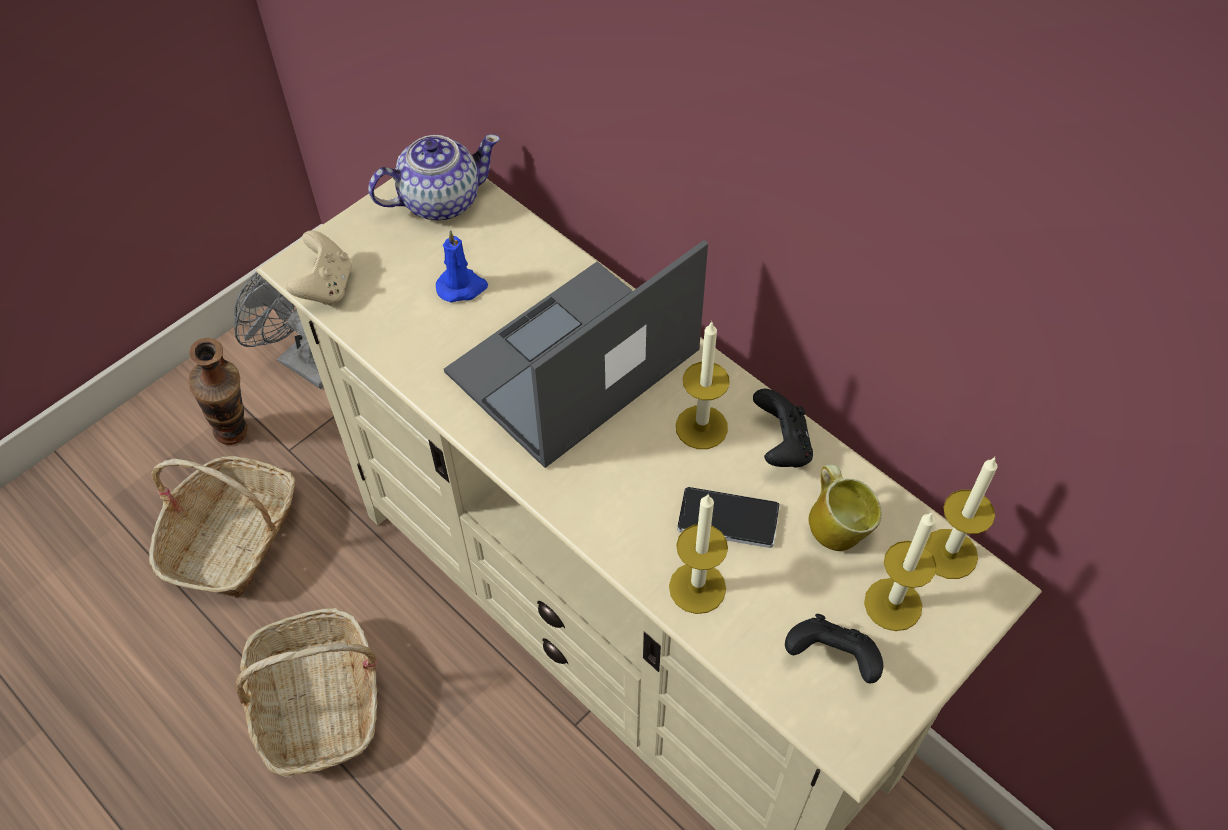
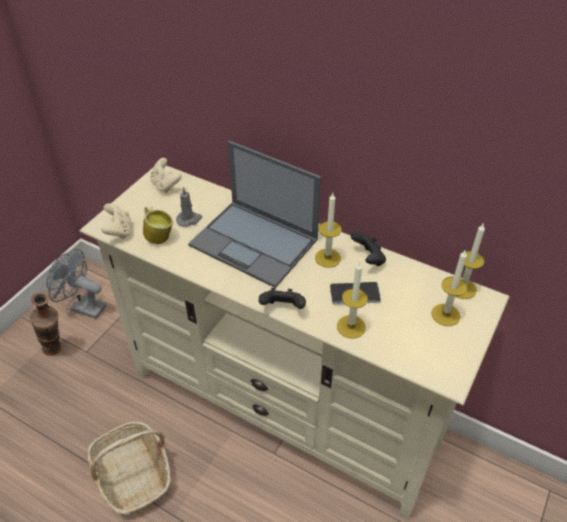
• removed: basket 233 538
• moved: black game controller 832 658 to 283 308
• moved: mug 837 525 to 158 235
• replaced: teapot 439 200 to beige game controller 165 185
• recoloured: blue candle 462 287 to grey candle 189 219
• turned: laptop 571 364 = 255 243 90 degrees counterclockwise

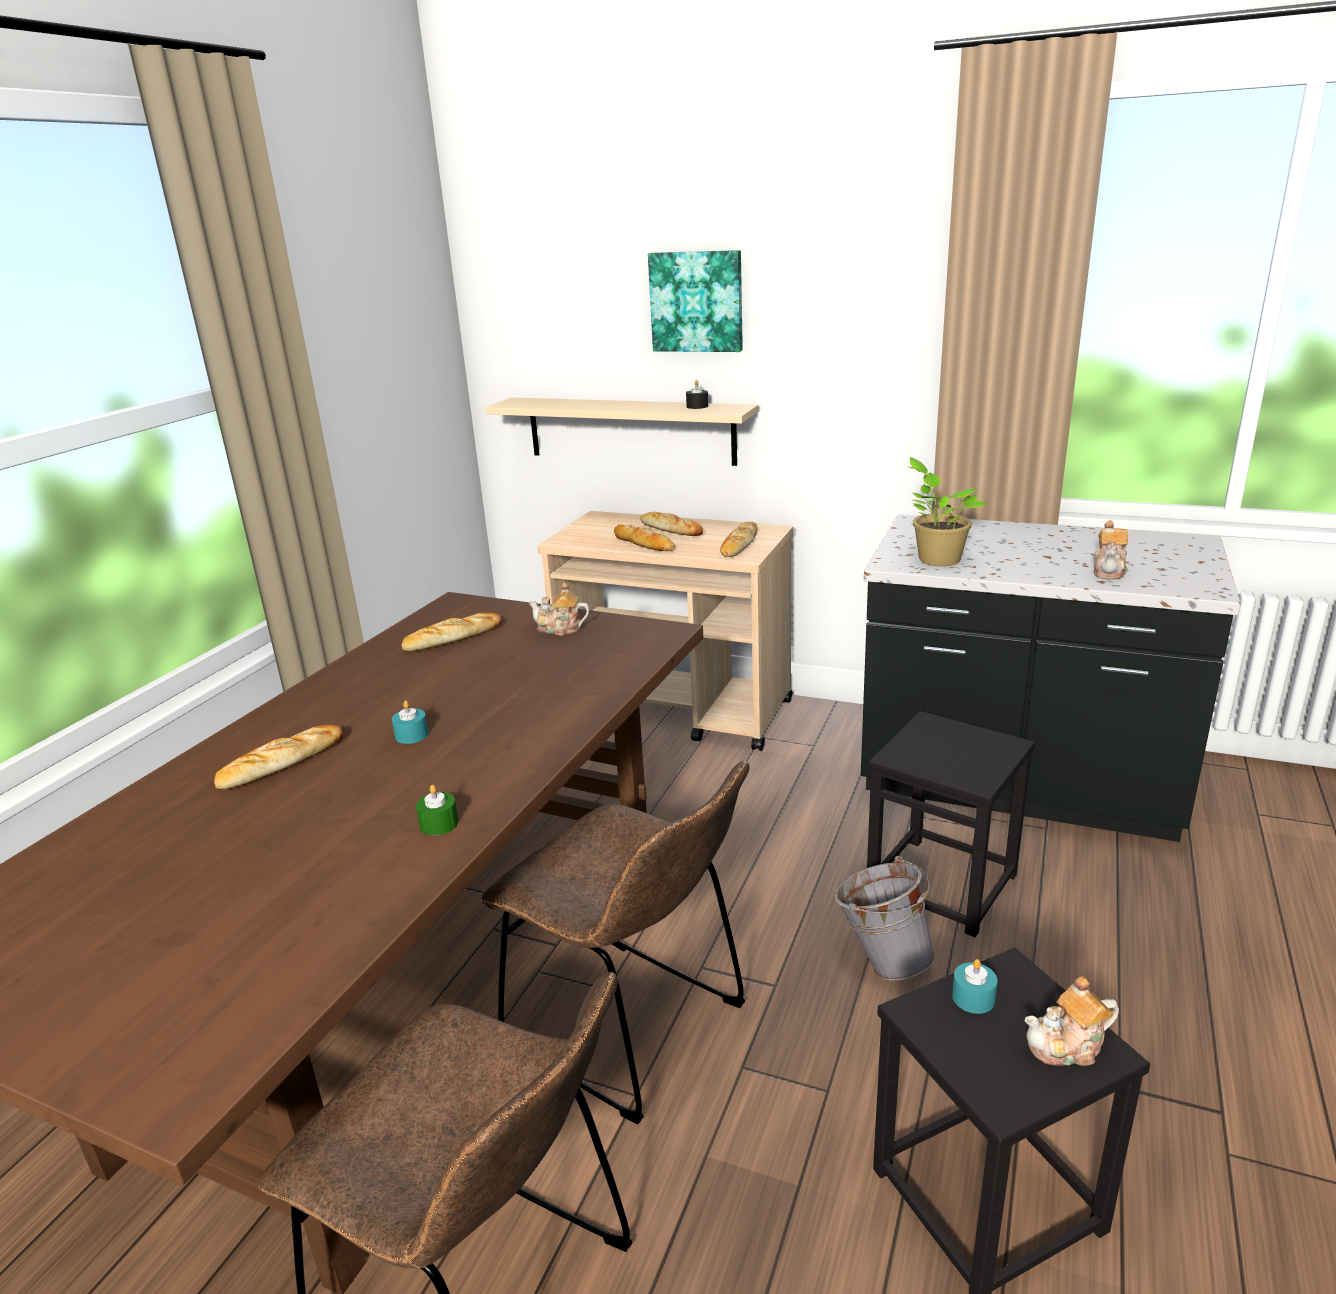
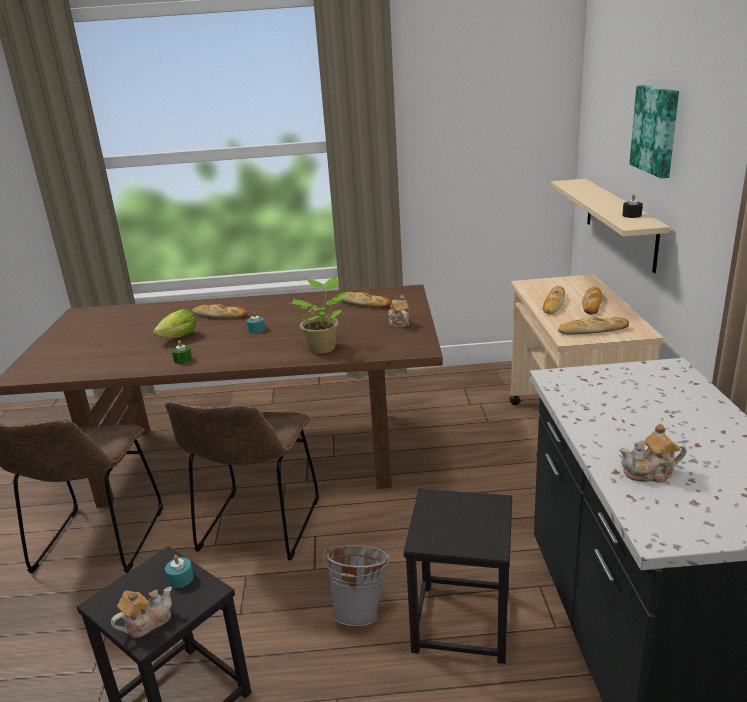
• added: lettuce 176 338
• moved: potted plant 936 559 to 323 347
• turned: teapot 1068 1047 = 146 622 90 degrees clockwise

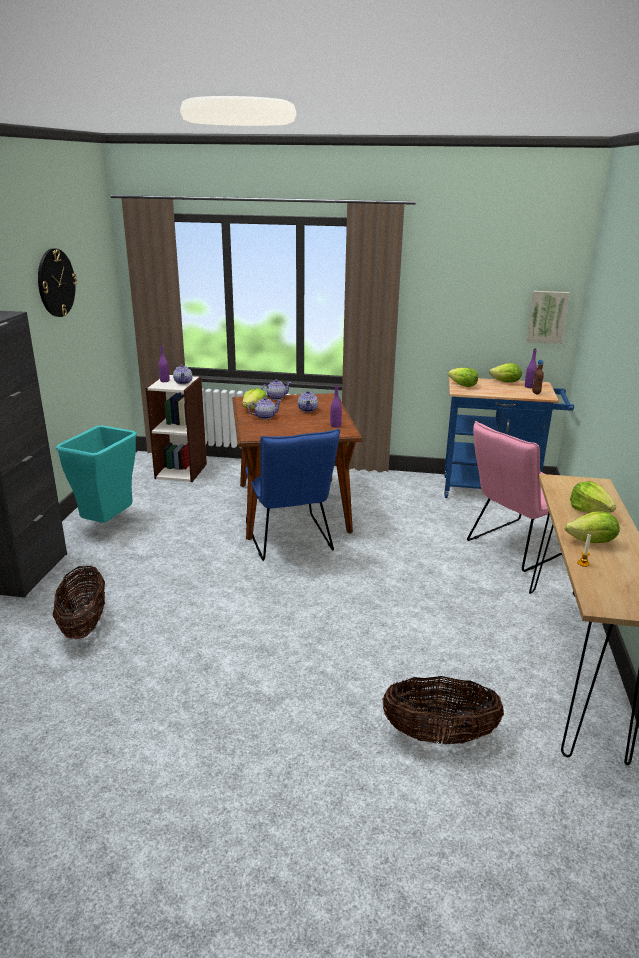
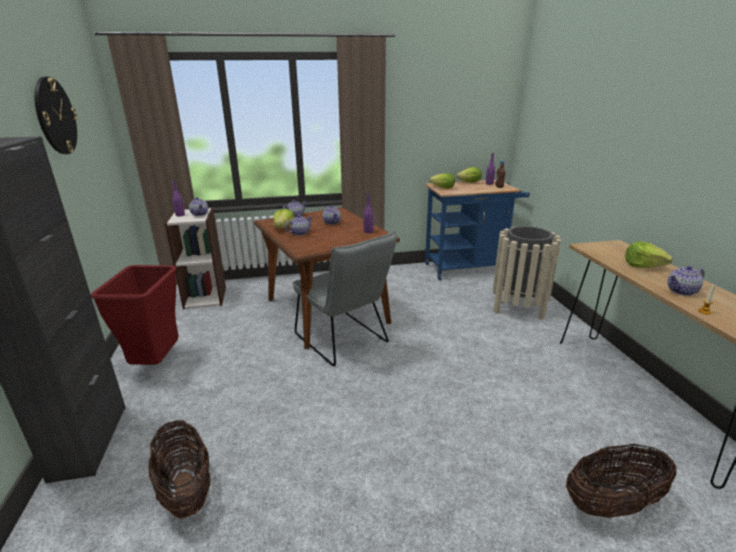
• removed: picture 547 316
• replaced: pink chair 515 547 to beige trash can 518 308
• replaced: lettuce 592 542 to teapot 682 291
• recoloured: turquoise trash can 108 523 to red trash can 157 363
• recoloured: blue chair 290 540 to grey chair 344 341

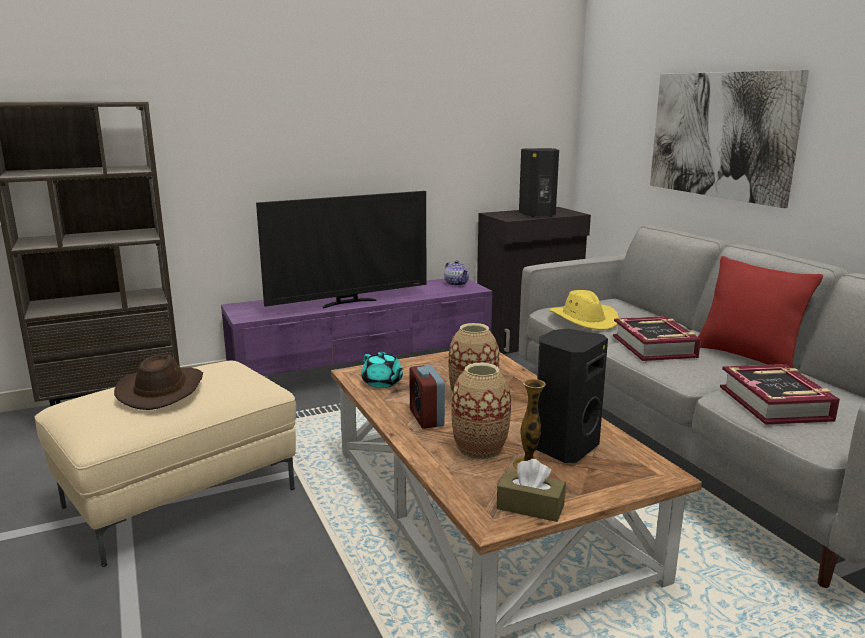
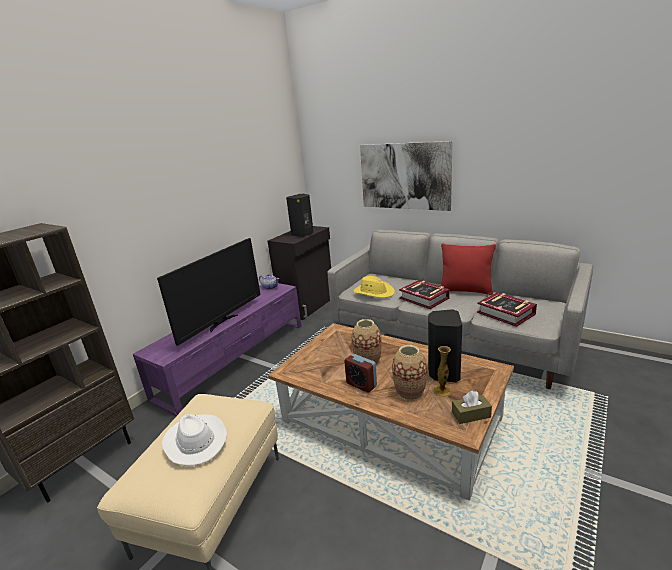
• removed: turquoise teapot 382 383
• recoloured: brown hat 161 390 to white hat 194 441

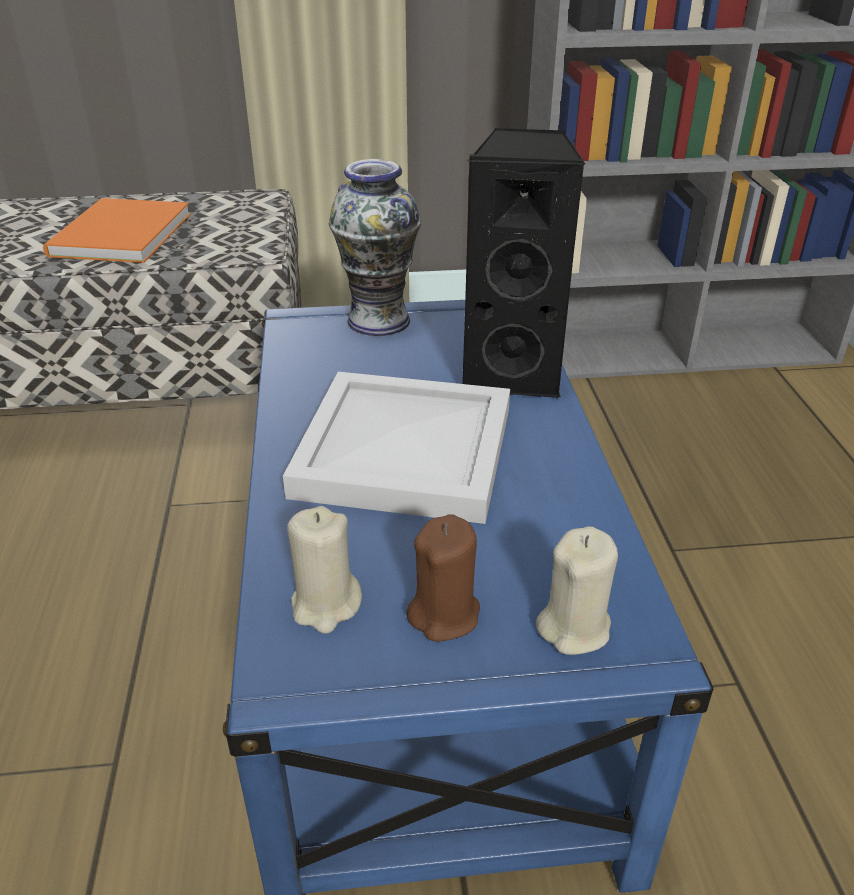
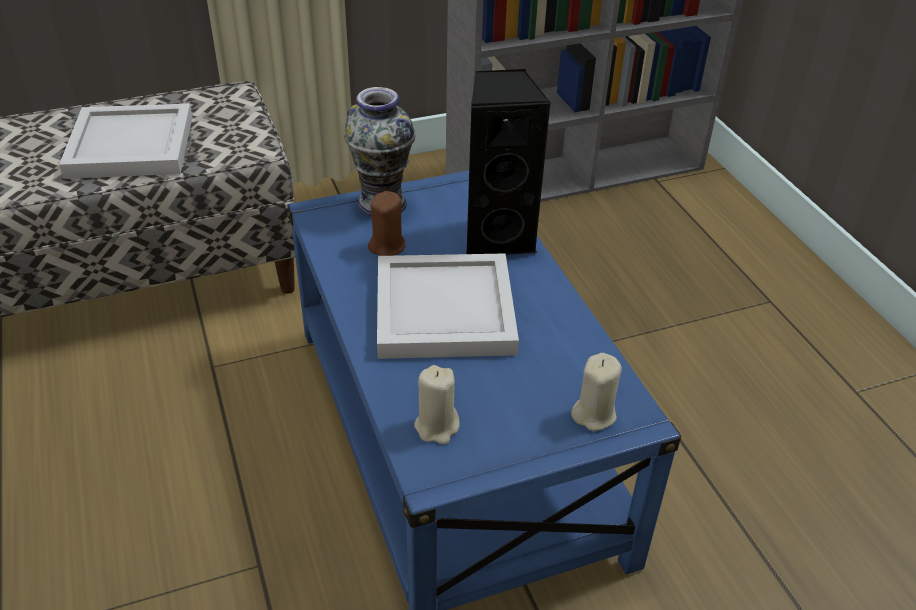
• moved: brown candle 444 615 to 387 246
• replaced: orange book 116 236 to white tray 129 147

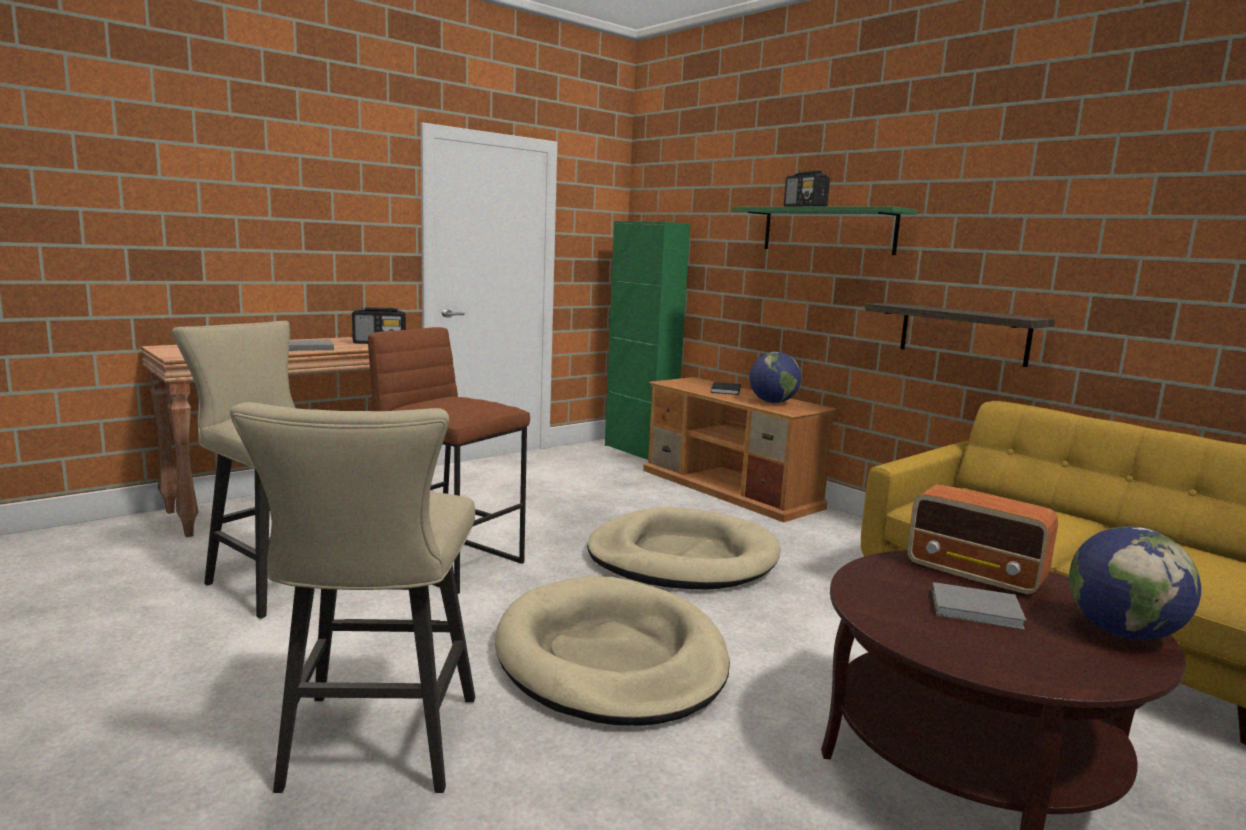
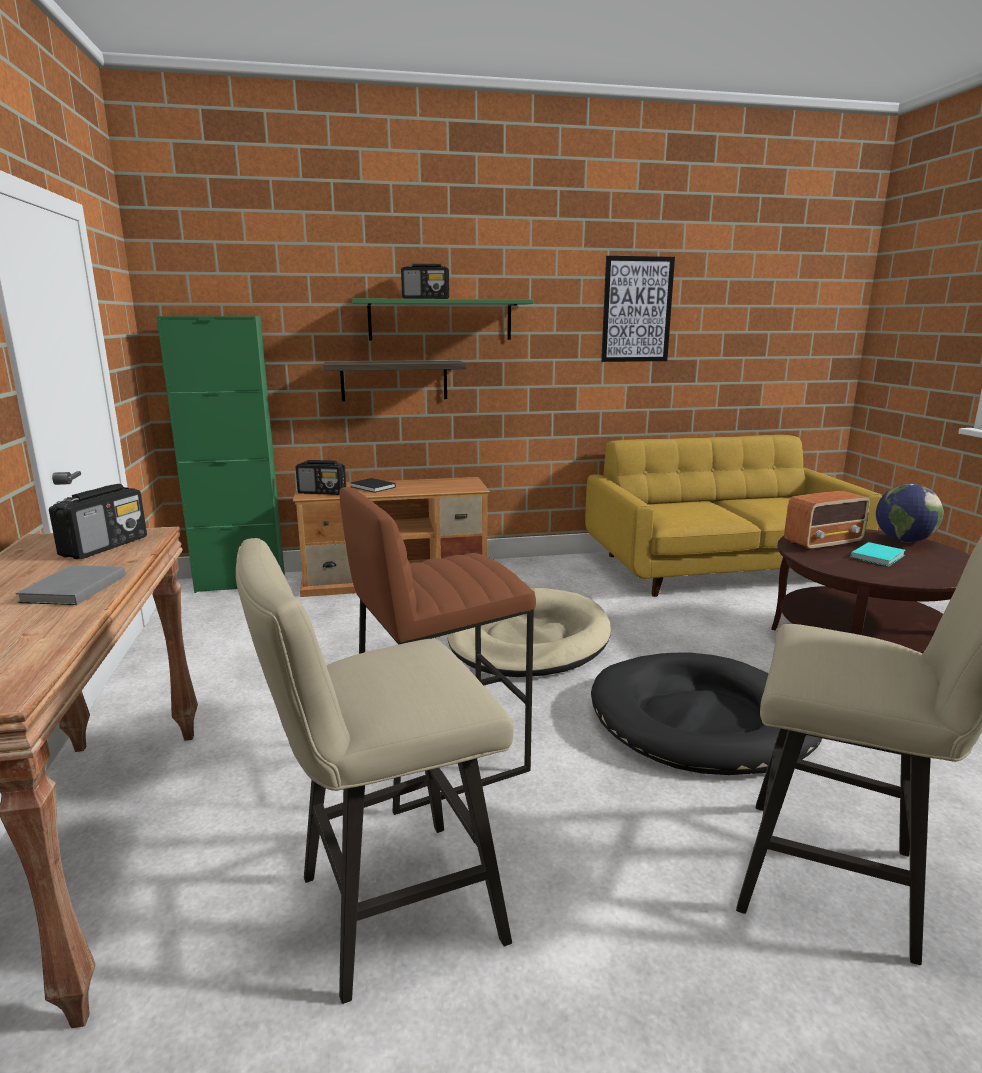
• removed: globe 772 402
• added: radio 322 492
• added: picture 637 310
• moved: shelf 963 334 to 394 380
• recoloured: beige dog bed 611 658 to black dog bed 701 720
• recoloured: grey book 978 610 to turquoise book 878 556

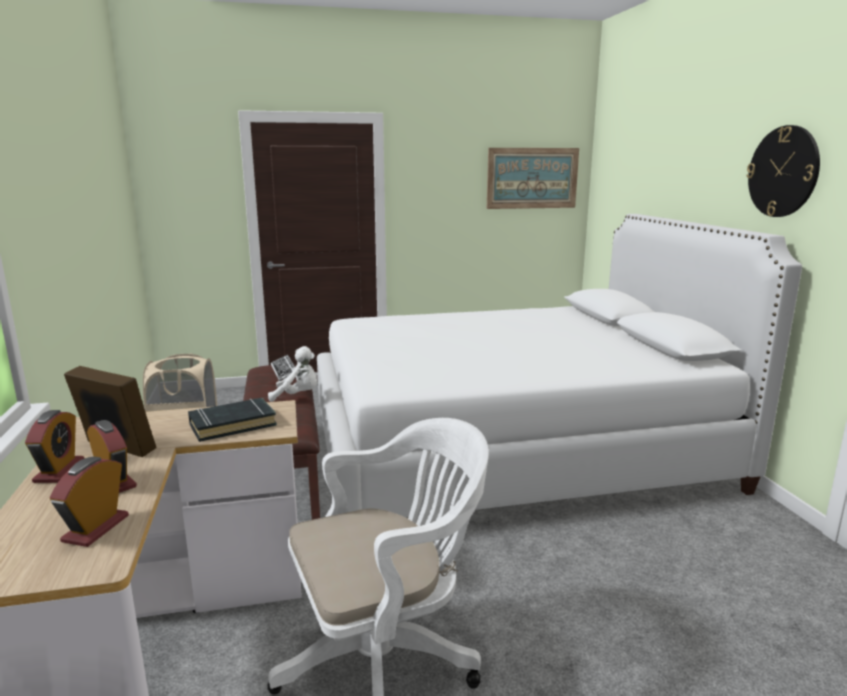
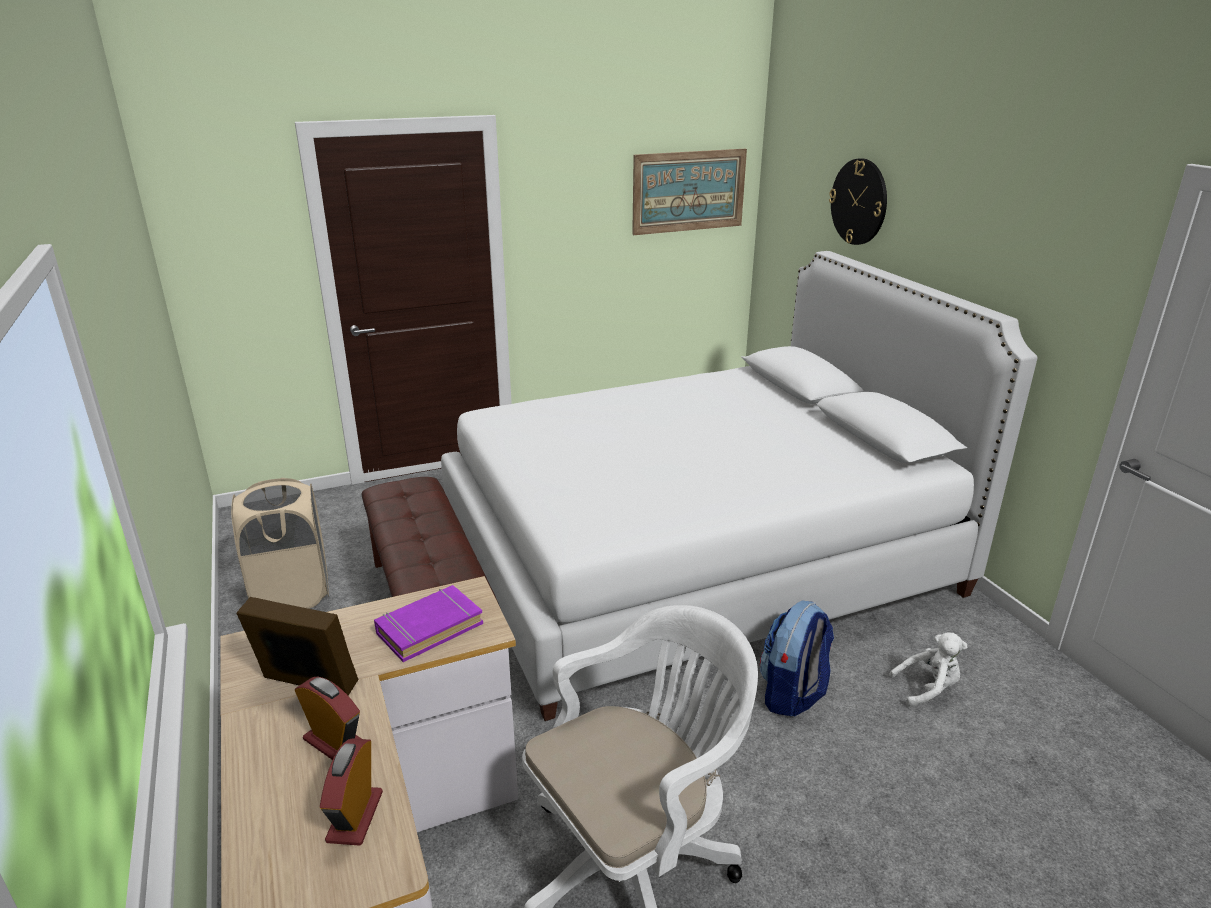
• removed: alarm clock 59 471
• removed: keyboard 284 371
• added: backpack 792 694
• moved: white plush toy 298 396 to 928 689
• moved: wall clock 783 172 to 859 202
• recoloured: black book 232 424 to purple book 429 628

